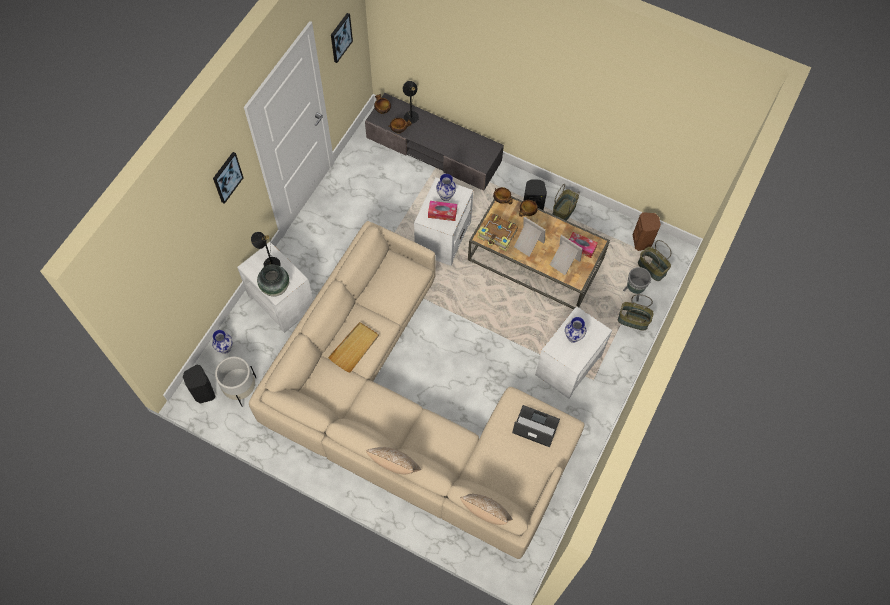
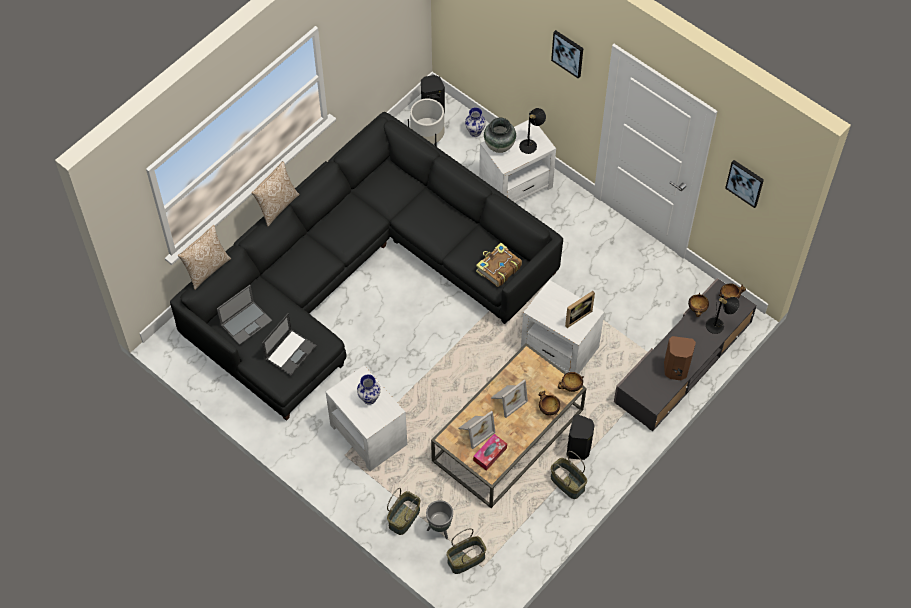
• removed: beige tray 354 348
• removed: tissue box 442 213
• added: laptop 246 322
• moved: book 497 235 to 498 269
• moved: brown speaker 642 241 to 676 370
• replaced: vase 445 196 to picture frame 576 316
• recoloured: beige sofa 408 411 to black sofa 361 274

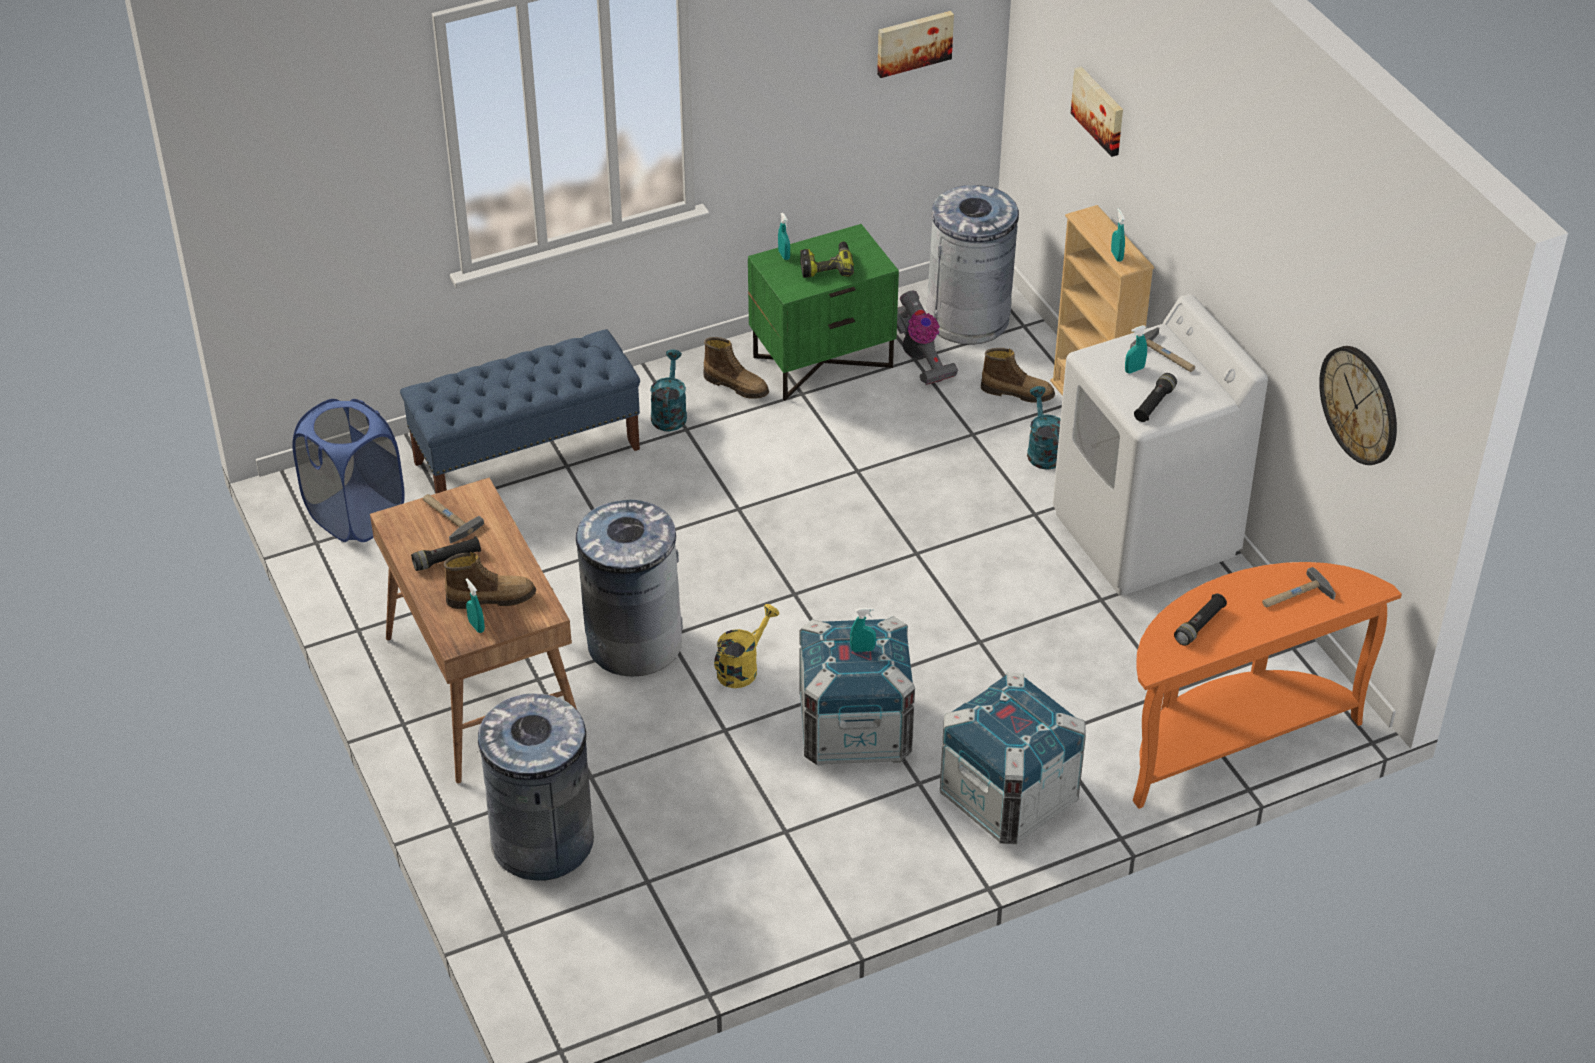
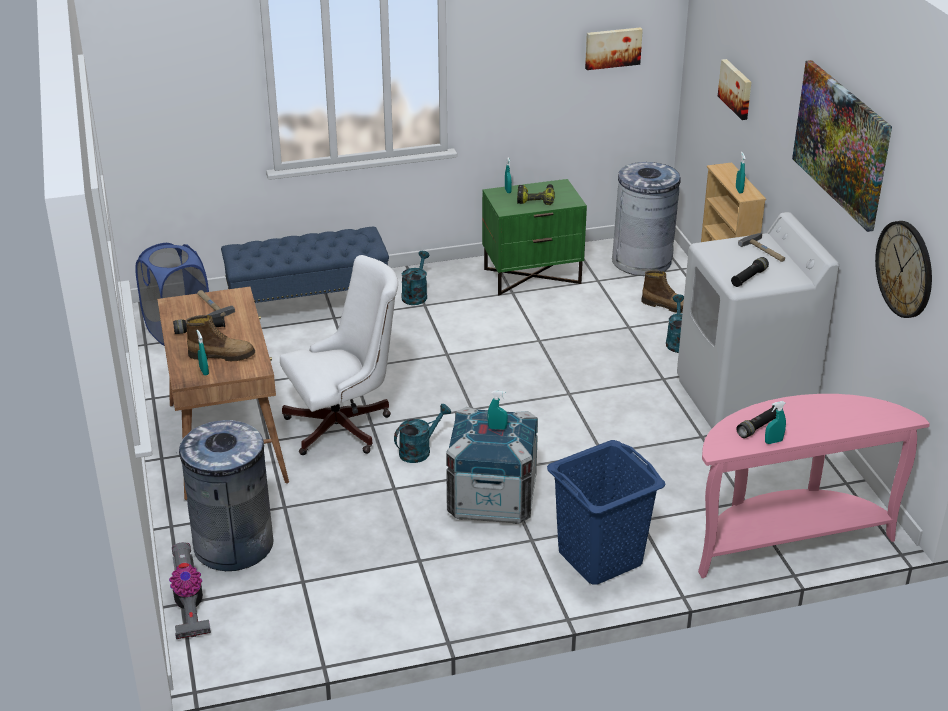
• removed: boot 737 385
• removed: hammer 1295 596
• added: picture 841 143
• moved: vacuum cleaner 920 357 to 189 608
• moved: turquoise spray bottle 1134 370 to 773 441
• replaced: grey trash can 633 642 to white office chair 345 426
• replaced: crate 1008 796 to blue laundry basket 599 557
• recoloured: yellow watering can 742 667 to turquoise watering can 419 450
• recoloured: orange console table 1231 739 to pink console table 786 539

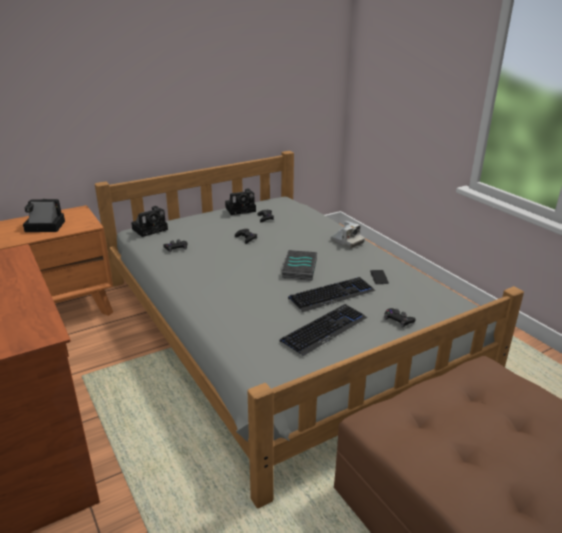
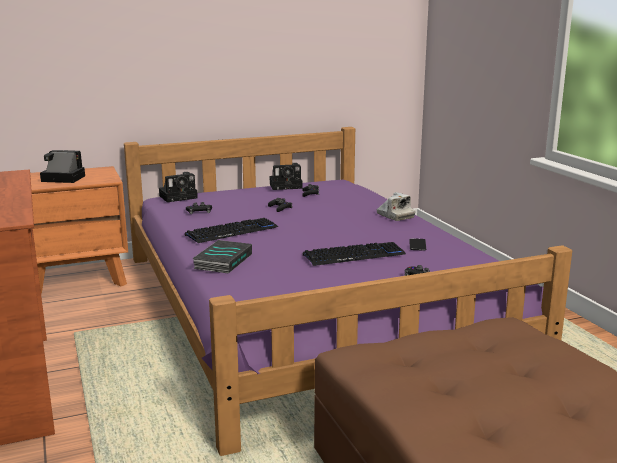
• moved: keyboard 324 330 to 232 232
• moved: book 298 268 to 222 261
• recoloured: grey bed 280 328 to purple bed 307 309

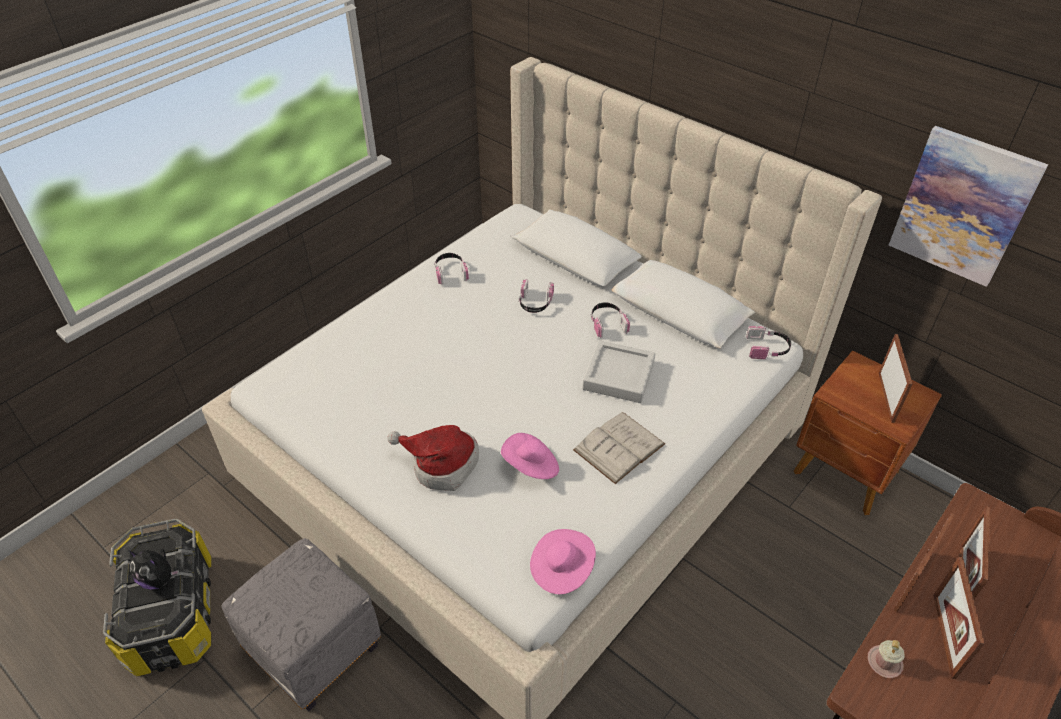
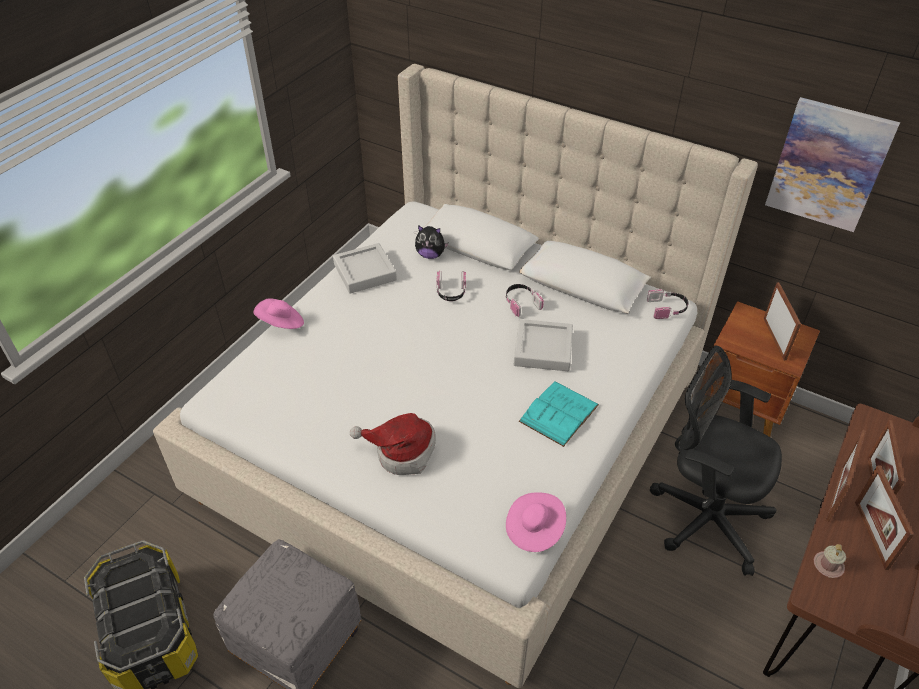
• added: black office chair 704 516
• moved: plush toy 159 579 to 430 255
• moved: pink hat 531 466 to 281 324
• replaced: headphones 450 272 to grey tray 365 272
• recoloured: white book 619 447 to turquoise book 559 413

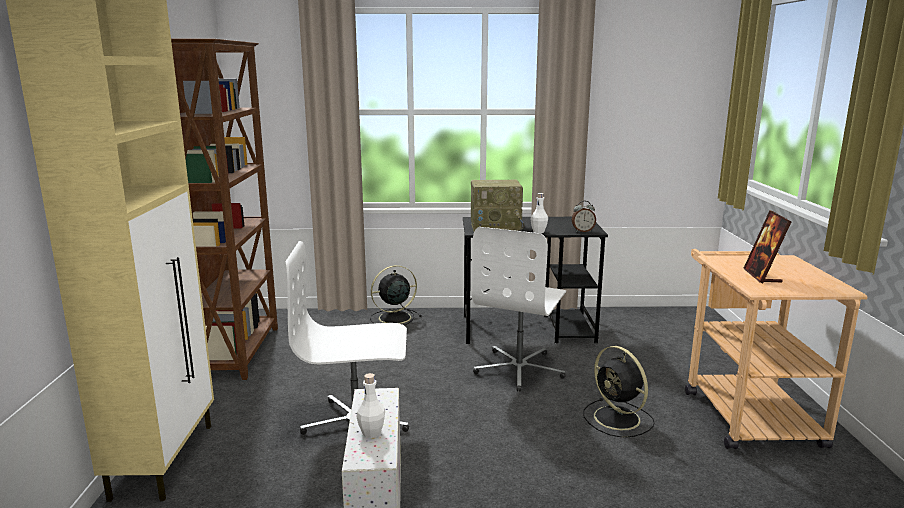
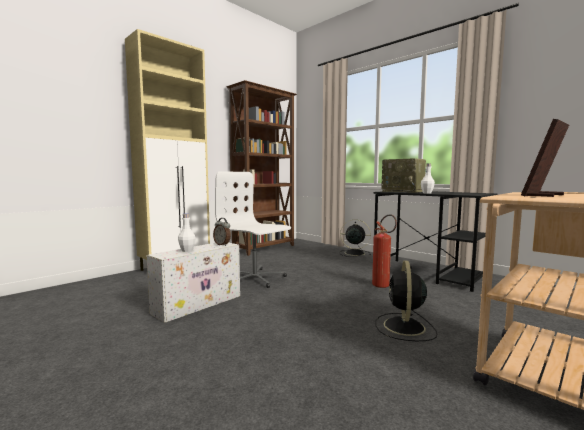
• moved: alarm clock 582 231 to 222 244
• replaced: white office chair 520 369 to fire extinguisher 383 286

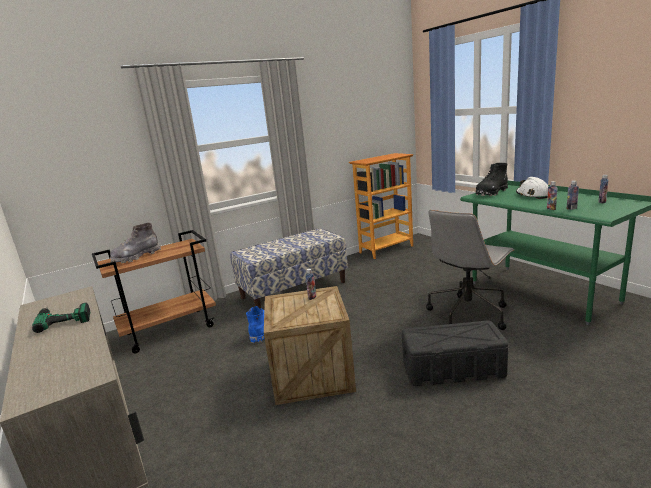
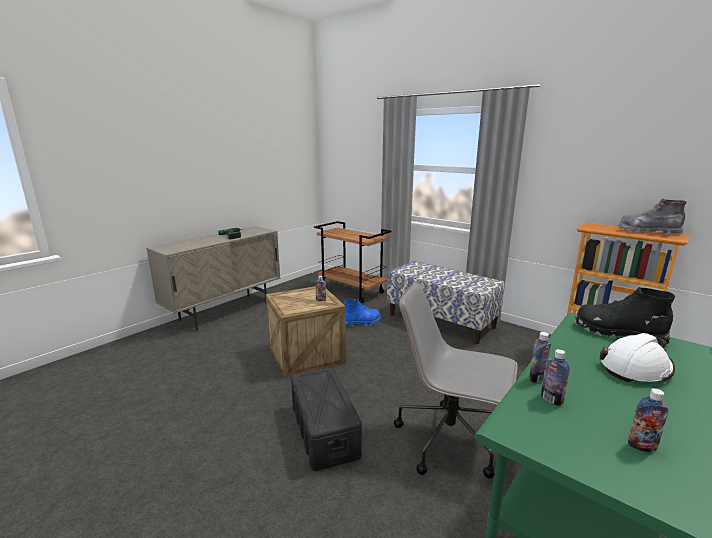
• moved: grey boot 136 257 to 648 232

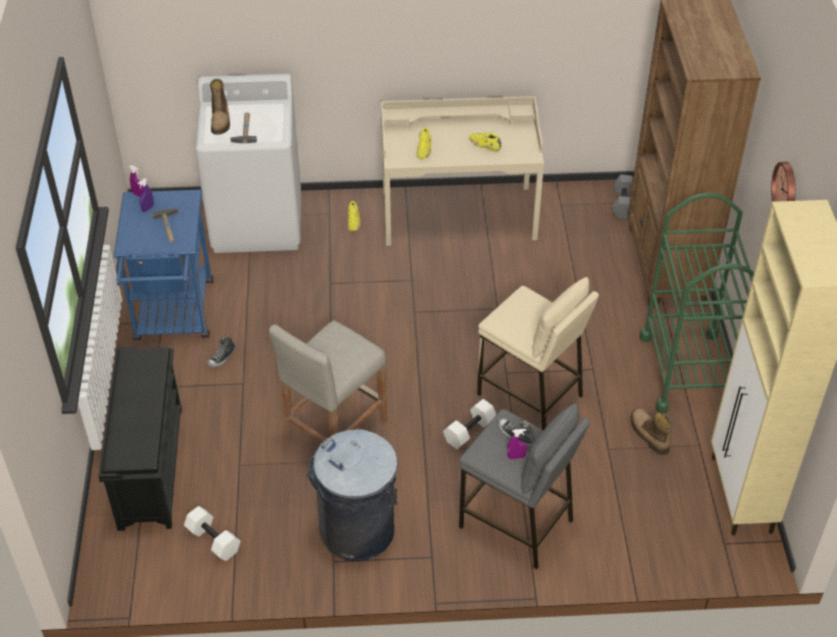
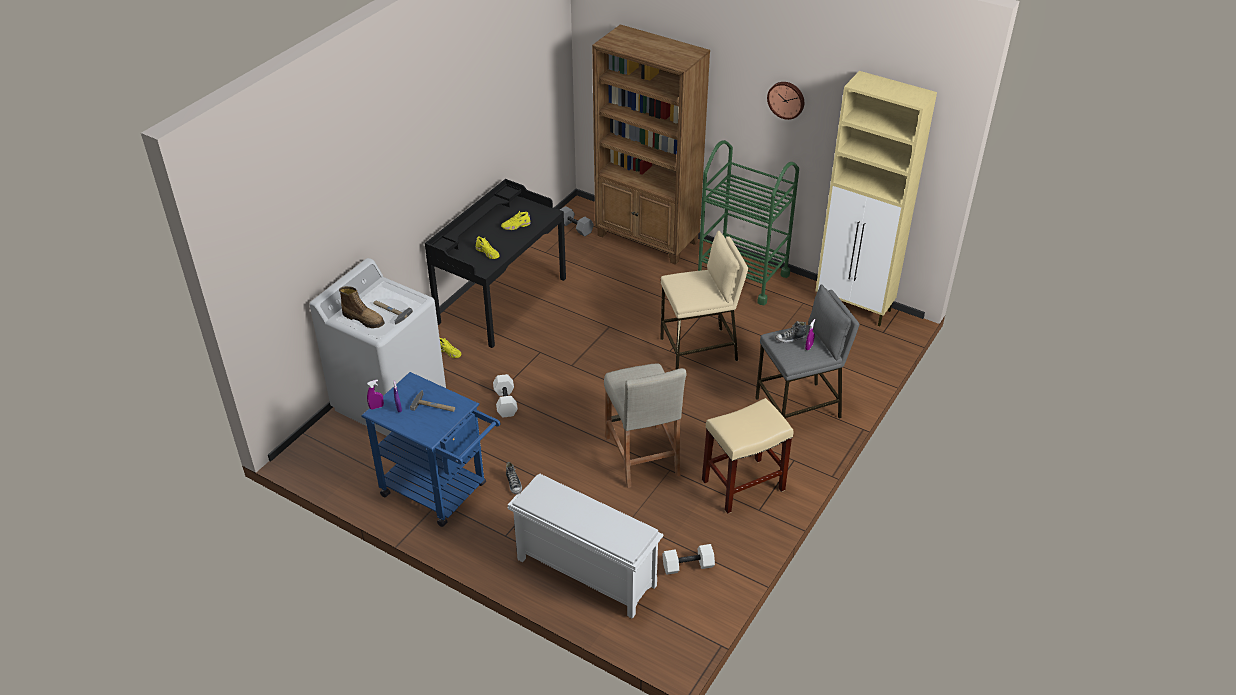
• removed: boot 648 435
• moved: white dumbbell 469 430 to 505 402
• replaced: grey trash can 357 531 to beige stool 742 486
• recoloured: black shoe rack 150 466 to white shoe rack 584 572
• recoloured: beige desk 458 214 to black desk 501 300

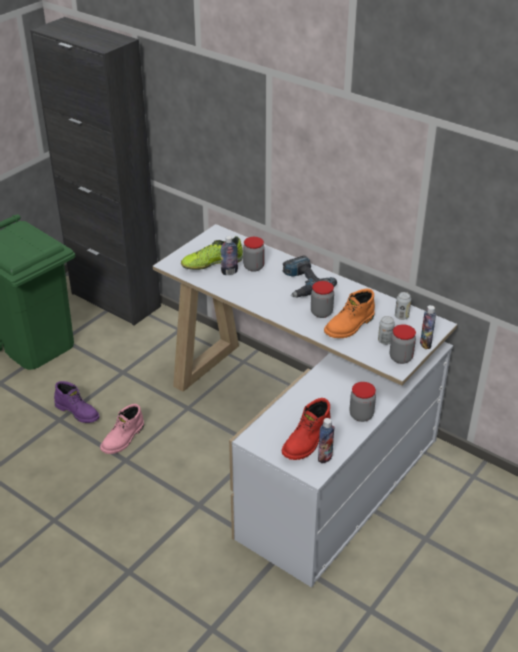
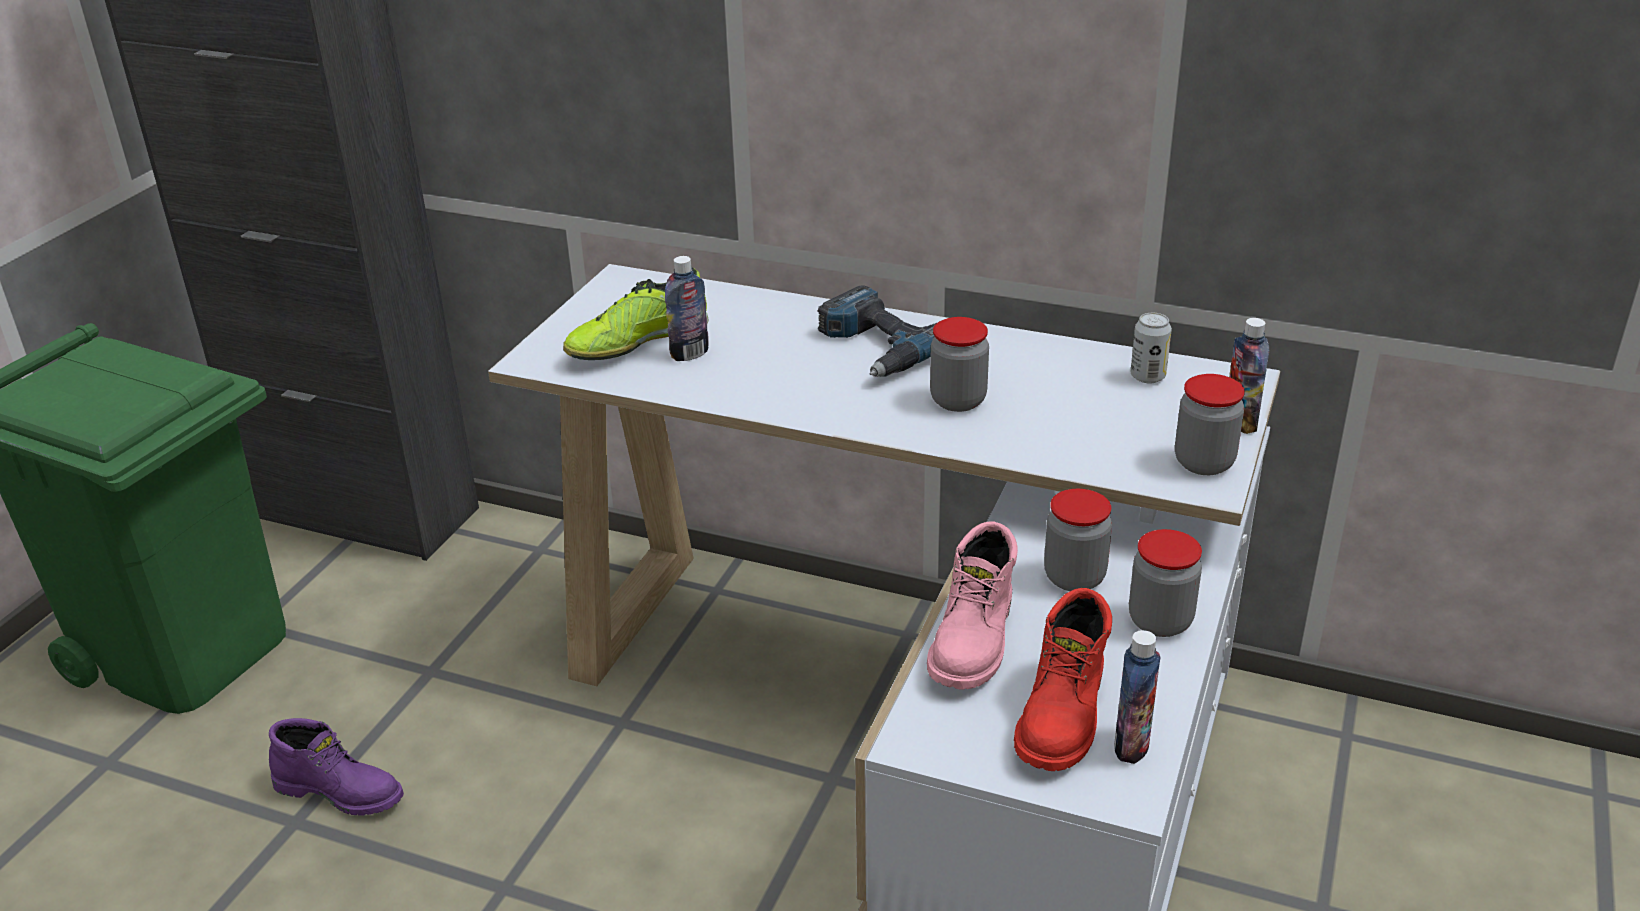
• removed: orange boot 350 326
• removed: can 385 341
• moved: pink boot 123 439 to 975 641
• moved: jar 253 267 to 1074 577

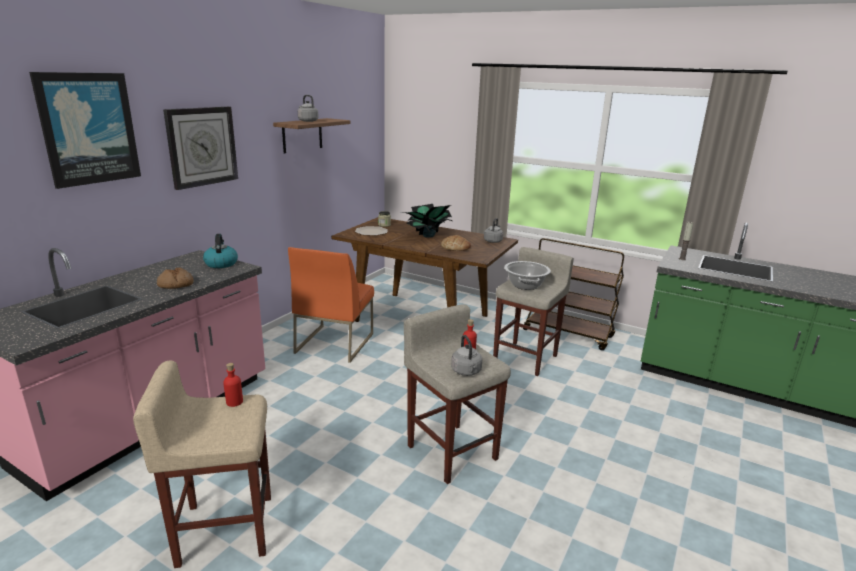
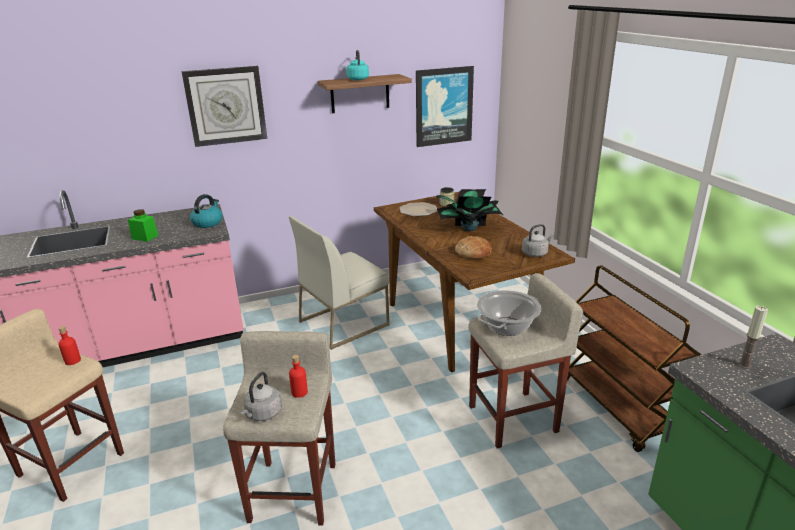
• moved: picture 88 129 to 443 106
• replaced: bread 175 285 to green jar 145 237
• recoloured: orange chair 334 342 to white chair 343 322
• recoloured: grey kettle 307 121 to turquoise kettle 358 79

